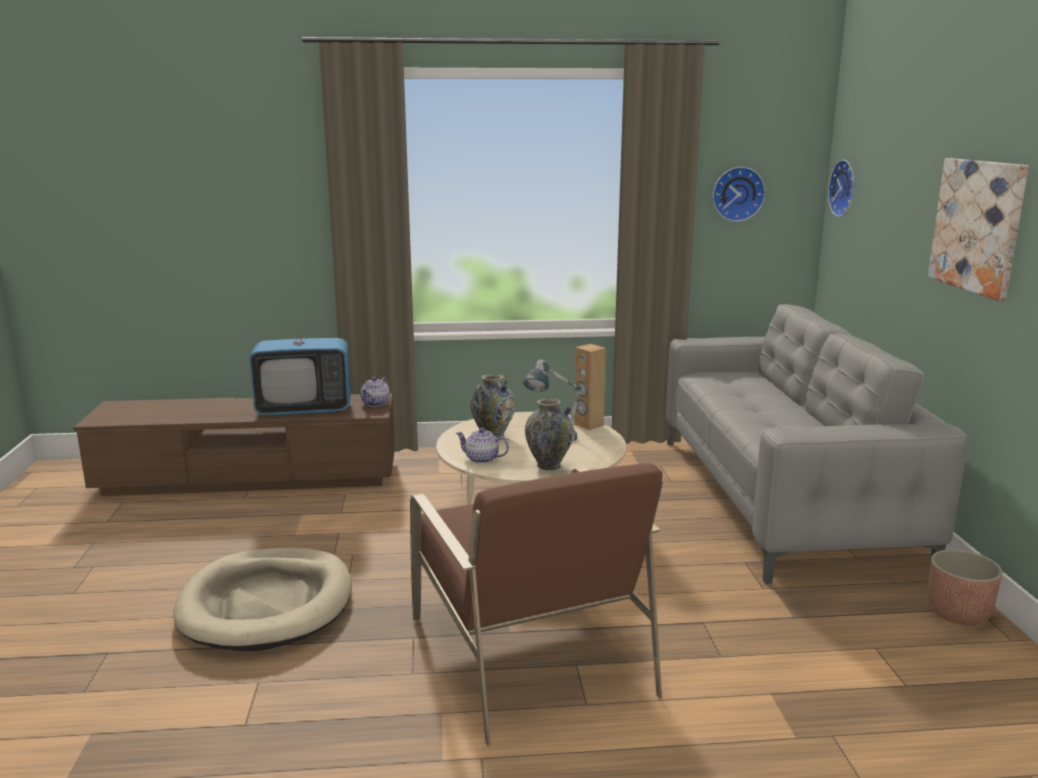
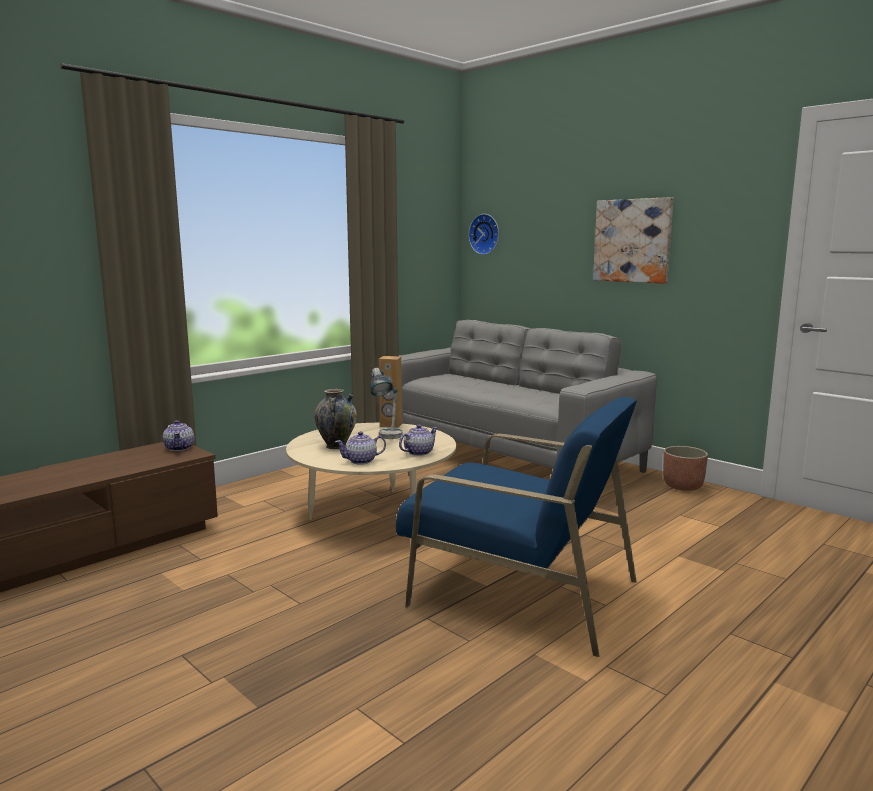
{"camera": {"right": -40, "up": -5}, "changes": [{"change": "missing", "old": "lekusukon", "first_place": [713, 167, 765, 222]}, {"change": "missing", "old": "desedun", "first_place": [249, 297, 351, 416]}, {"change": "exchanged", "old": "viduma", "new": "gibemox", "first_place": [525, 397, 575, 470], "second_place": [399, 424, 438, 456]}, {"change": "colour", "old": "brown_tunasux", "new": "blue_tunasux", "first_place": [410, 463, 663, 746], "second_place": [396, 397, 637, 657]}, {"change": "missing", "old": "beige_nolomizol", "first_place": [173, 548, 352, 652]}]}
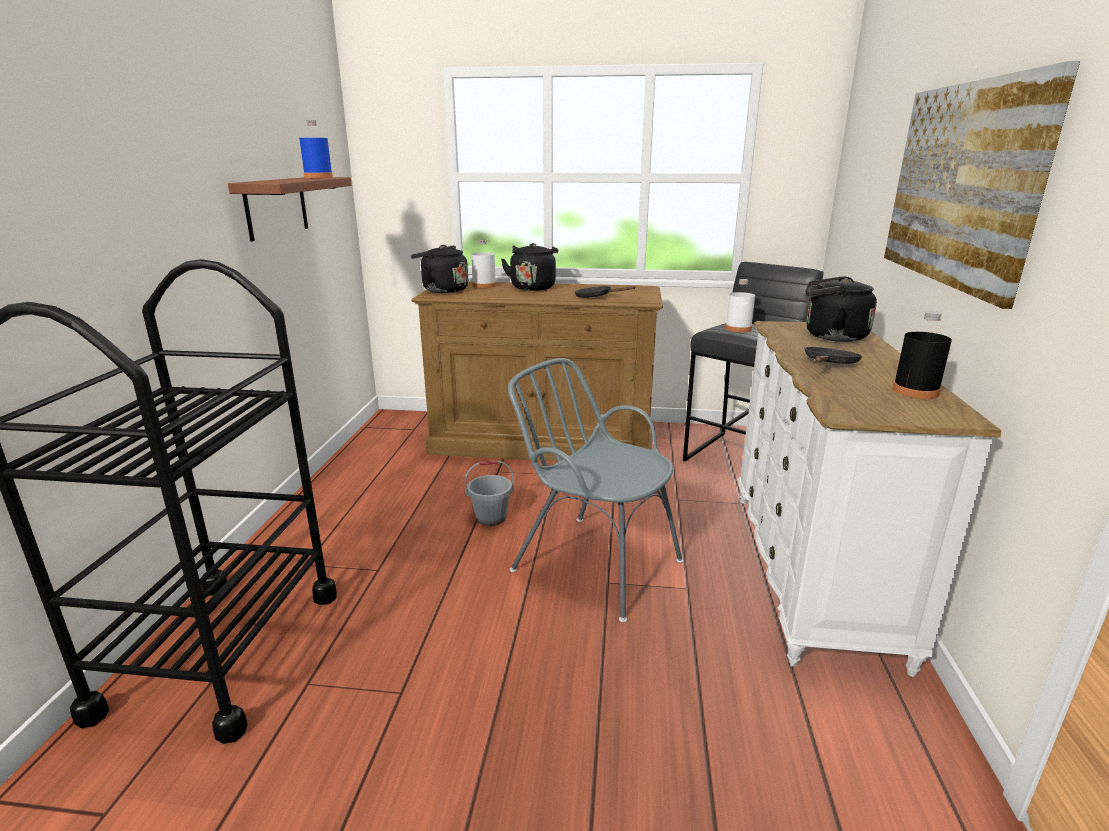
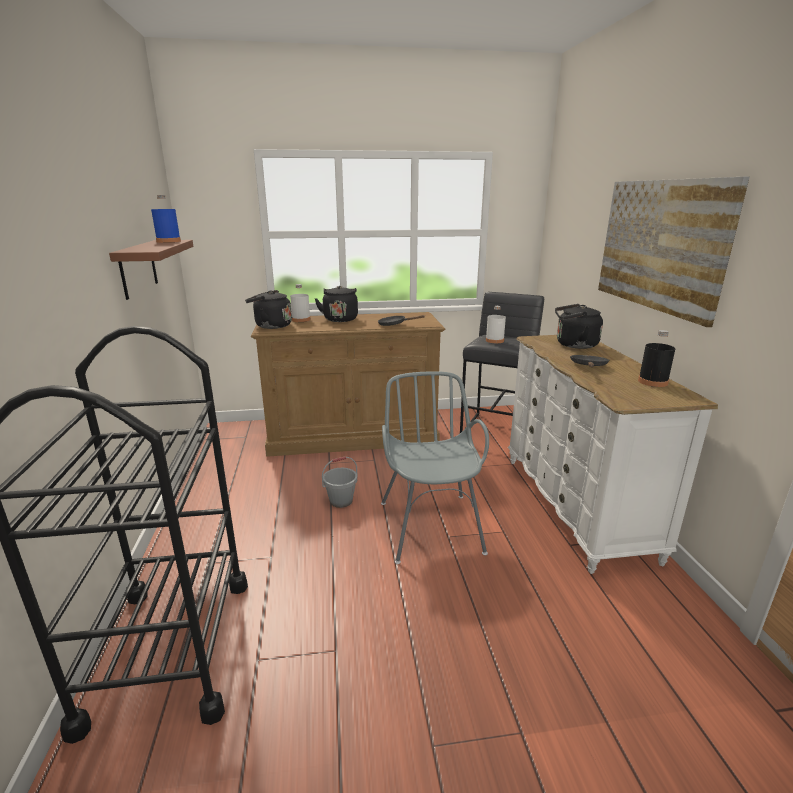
{"camera": {"right": -15, "up": 0}, "changes": [{"change": "spun", "old": "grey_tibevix", "first_place": [508, 358, 683, 622], "second_place": [381, 371, 489, 564], "degrees": 60}]}
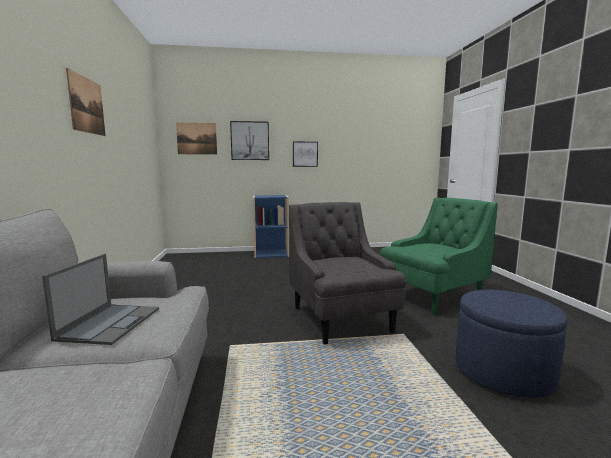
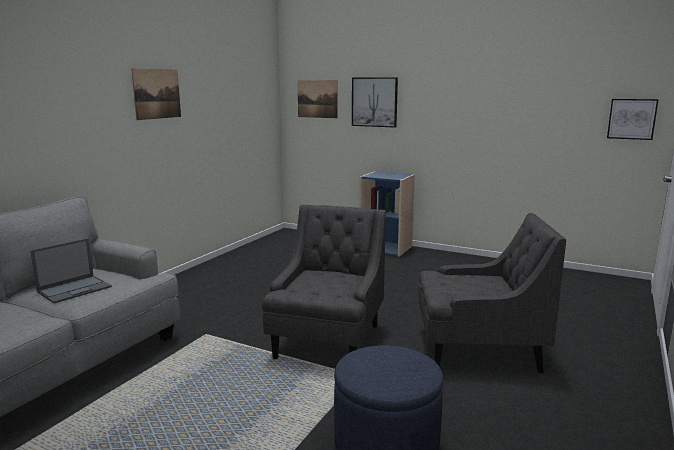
{"camera": {"right": 35, "up": 5}, "changes": [{"change": "relocated", "old": "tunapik", "first_place": [293, 142, 318, 167], "second_place": [607, 99, 659, 140]}, {"change": "colour", "old": "green_tunasux", "new": "grey_tunasux", "first_place": [380, 197, 498, 315], "second_place": [419, 213, 566, 373]}]}
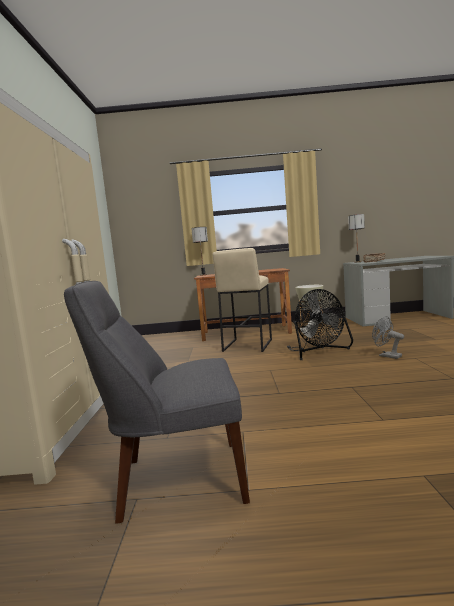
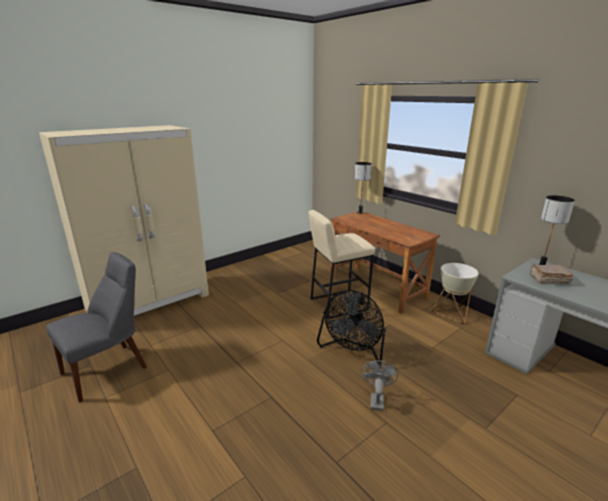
{"camera": {"right": 50, "up": 15}, "changes": [{"change": "spun", "old": "grey_tibevix", "first_place": [64, 281, 250, 524], "second_place": [46, 252, 147, 403], "degrees": 90}]}
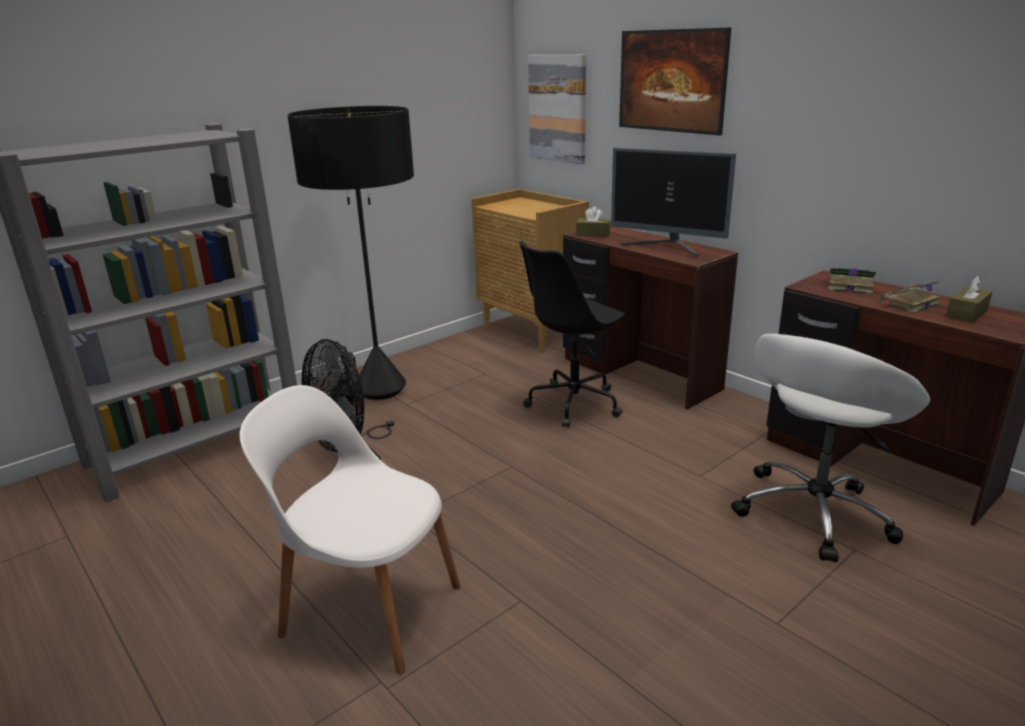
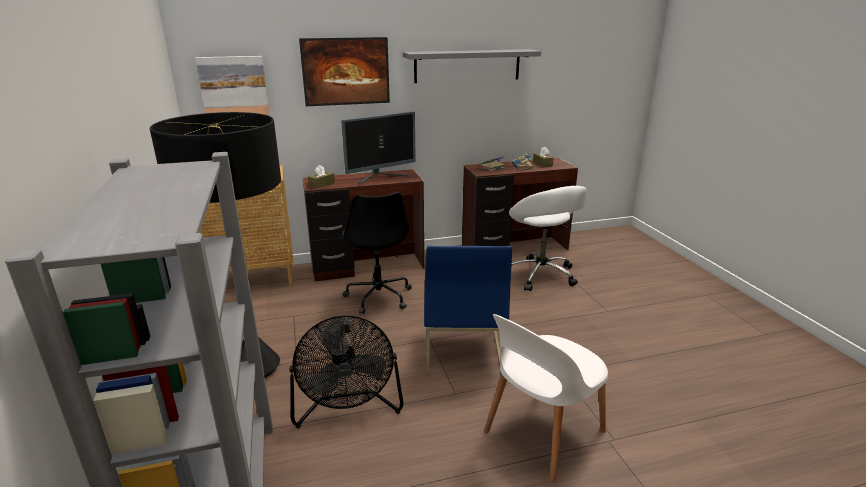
{"camera": {"right": -65, "up": 0}, "changes": [{"change": "appeared", "new": "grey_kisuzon", "second_place": [403, 49, 541, 83]}, {"change": "appeared", "new": "blue_tibevix", "second_place": [424, 246, 512, 376]}]}
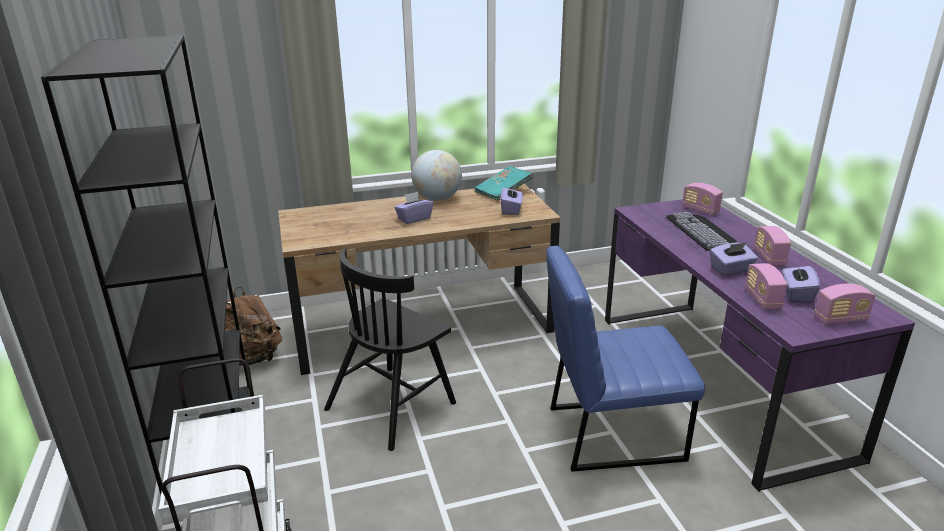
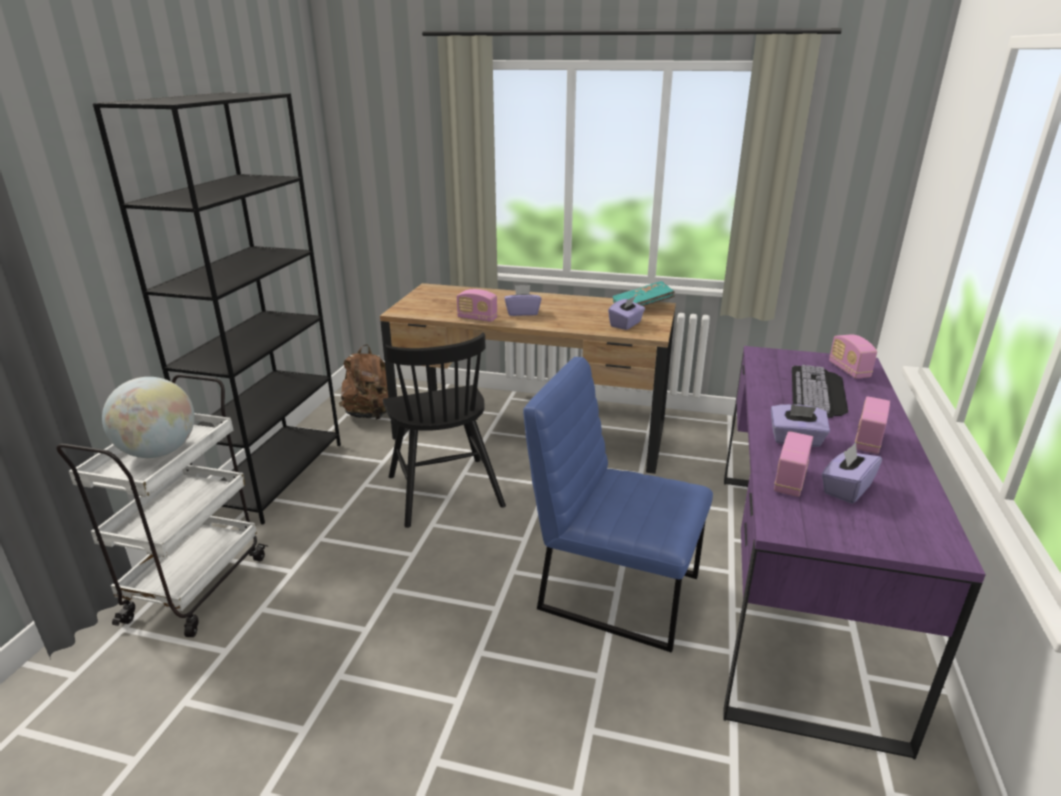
{"camera": {"right": 30, "up": 0}, "changes": [{"change": "relocated", "old": "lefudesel", "first_place": [411, 150, 462, 201], "second_place": [102, 377, 195, 458]}, {"change": "spun", "old": "black_tibevix", "first_place": [324, 249, 456, 451], "second_place": [383, 332, 506, 528], "degrees": -90}, {"change": "relocated", "old": "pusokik", "first_place": [814, 284, 875, 325], "second_place": [457, 289, 498, 322]}]}
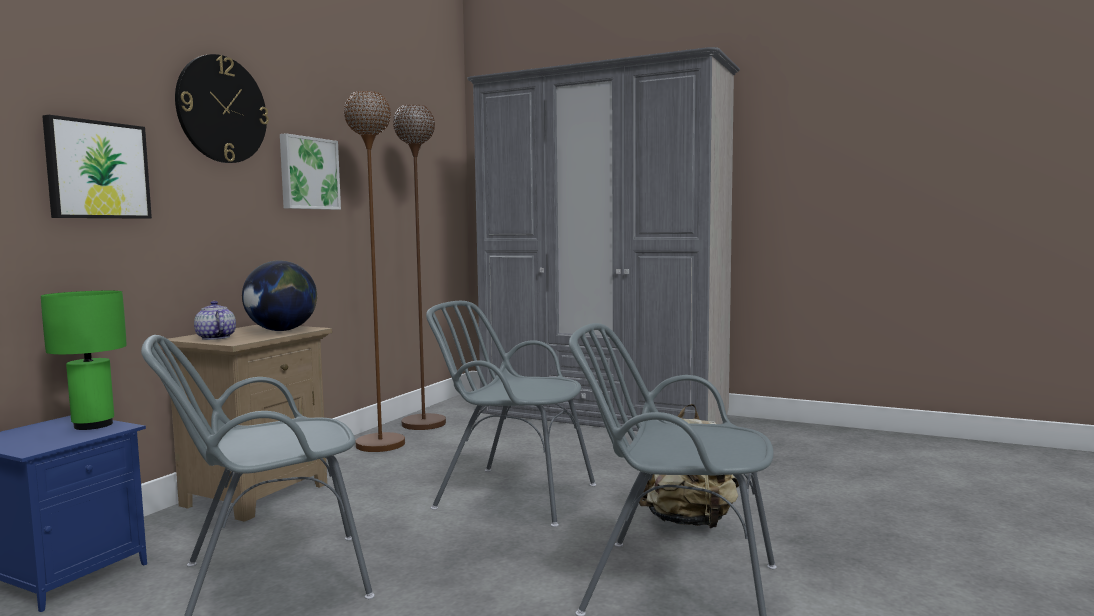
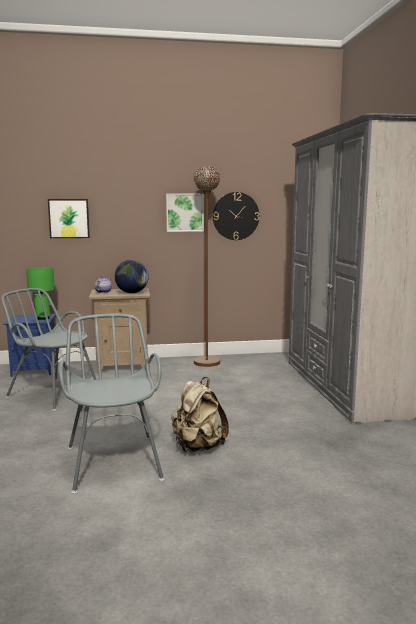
{"camera": {"right": 55, "up": 5}, "changes": [{"change": "relocated", "old": "lekusukon", "first_place": [175, 54, 269, 163], "second_place": [213, 192, 259, 240]}, {"change": "missing", "old": "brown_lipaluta", "first_place": [393, 104, 446, 430]}, {"change": "missing", "old": "grey_tibevix", "first_place": [426, 301, 596, 527]}]}
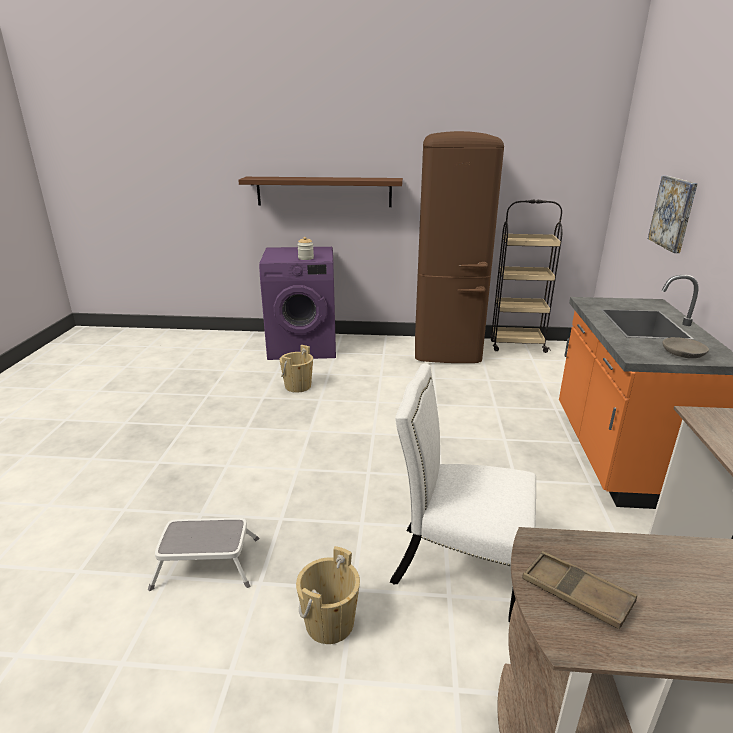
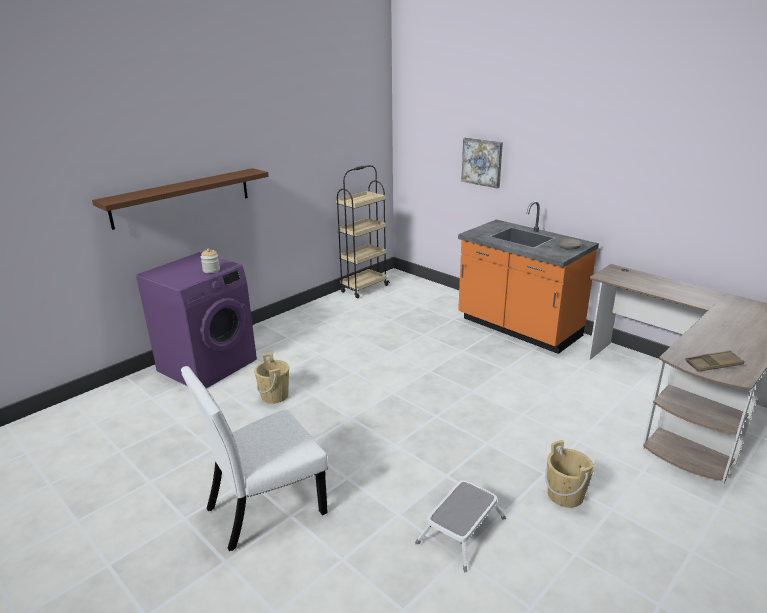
{"camera": {"right": -50, "up": 0}, "changes": [{"change": "missing", "old": "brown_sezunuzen", "first_place": [415, 131, 504, 363]}, {"change": "relocated", "old": "white_tibevix", "first_place": [390, 363, 536, 622], "second_place": [181, 366, 328, 551]}]}
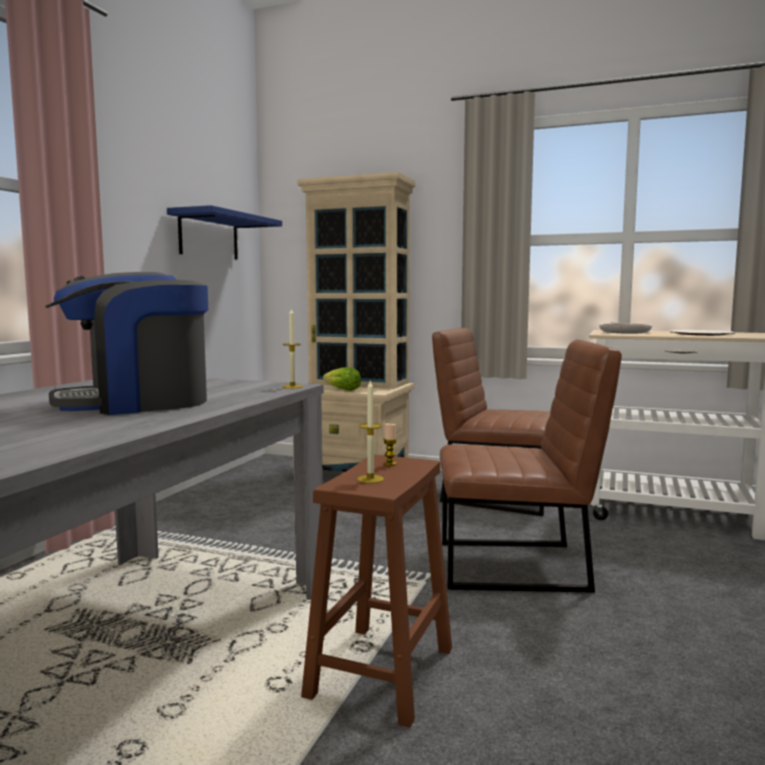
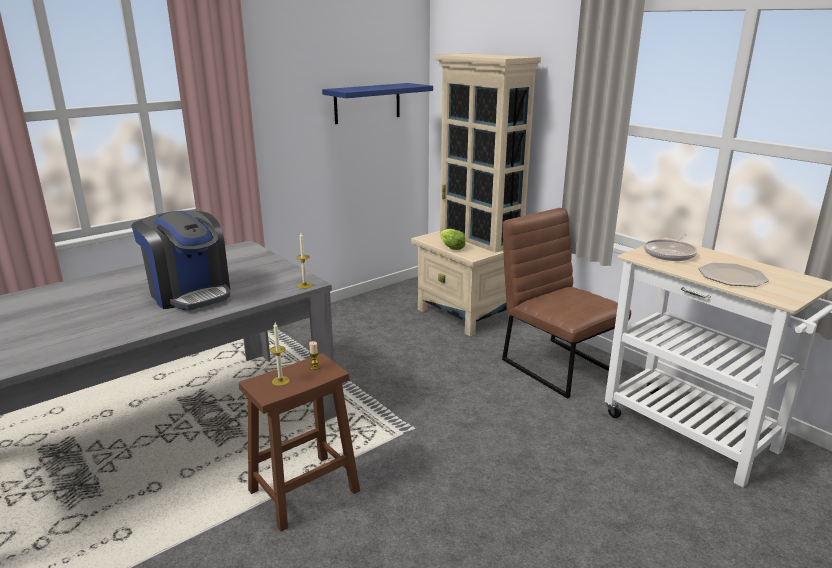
{"camera": {"right": 30, "up": 15}, "changes": [{"change": "spun", "old": "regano", "first_place": [45, 272, 208, 415], "second_place": [131, 210, 230, 311], "degrees": -135}, {"change": "missing", "old": "brown_tibevix", "first_place": [440, 339, 622, 593]}]}
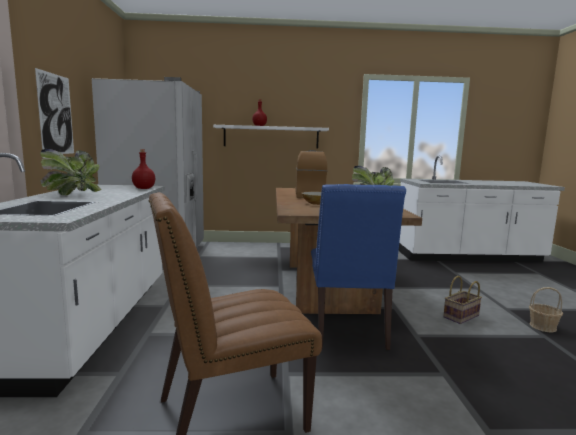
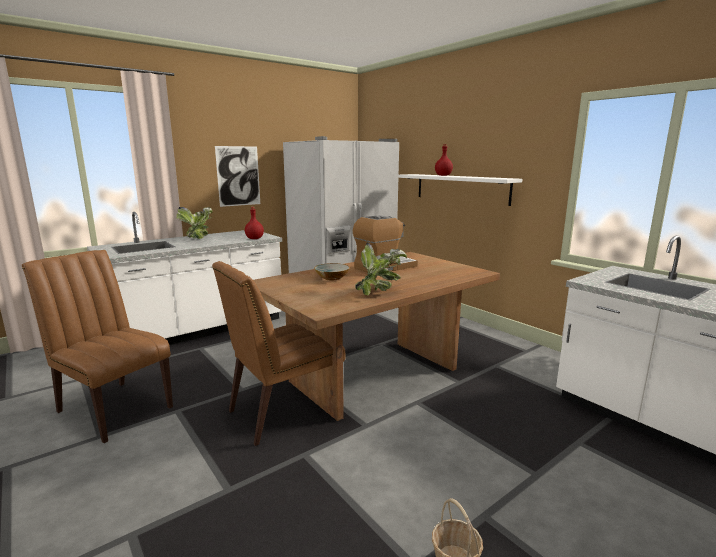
{"camera": {"right": 55, "up": 5}, "changes": [{"change": "colour", "old": "blue_tibevix", "new": "brown_tibevix", "first_place": [311, 184, 406, 350], "second_place": [212, 261, 346, 446]}, {"change": "missing", "old": "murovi", "first_place": [443, 276, 482, 324]}]}
